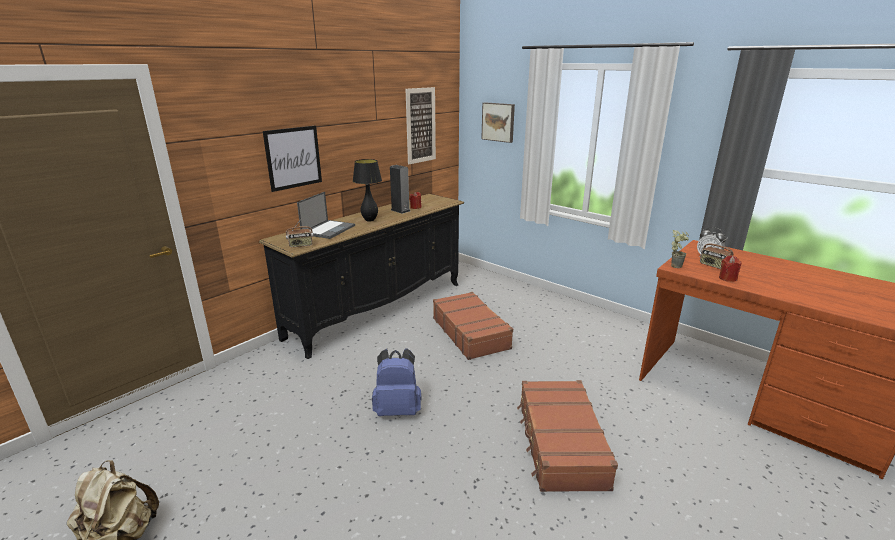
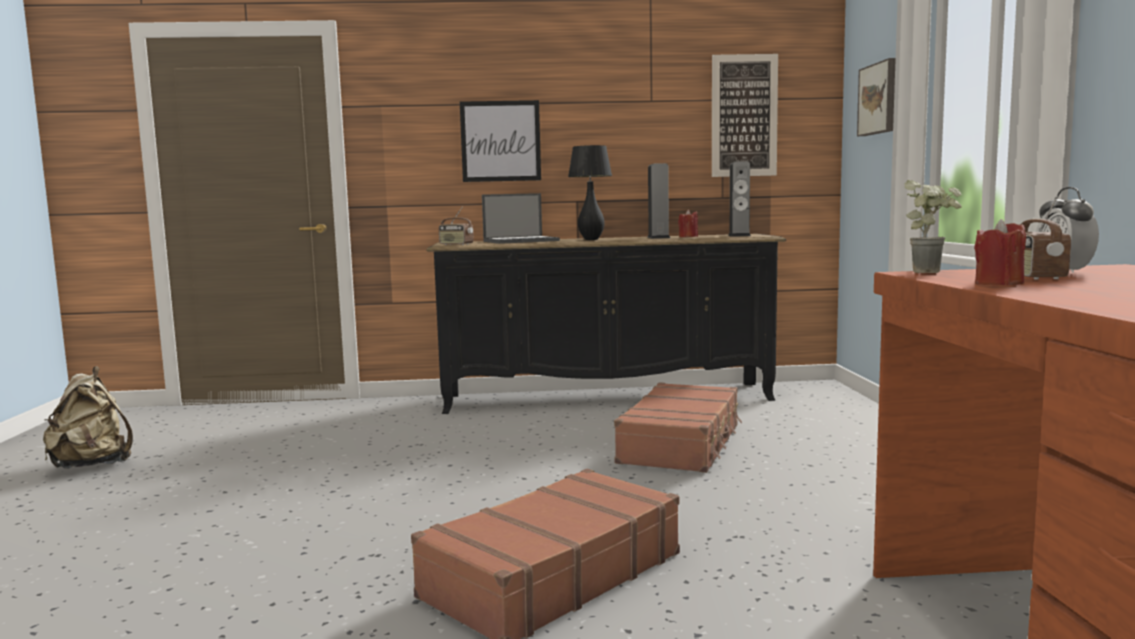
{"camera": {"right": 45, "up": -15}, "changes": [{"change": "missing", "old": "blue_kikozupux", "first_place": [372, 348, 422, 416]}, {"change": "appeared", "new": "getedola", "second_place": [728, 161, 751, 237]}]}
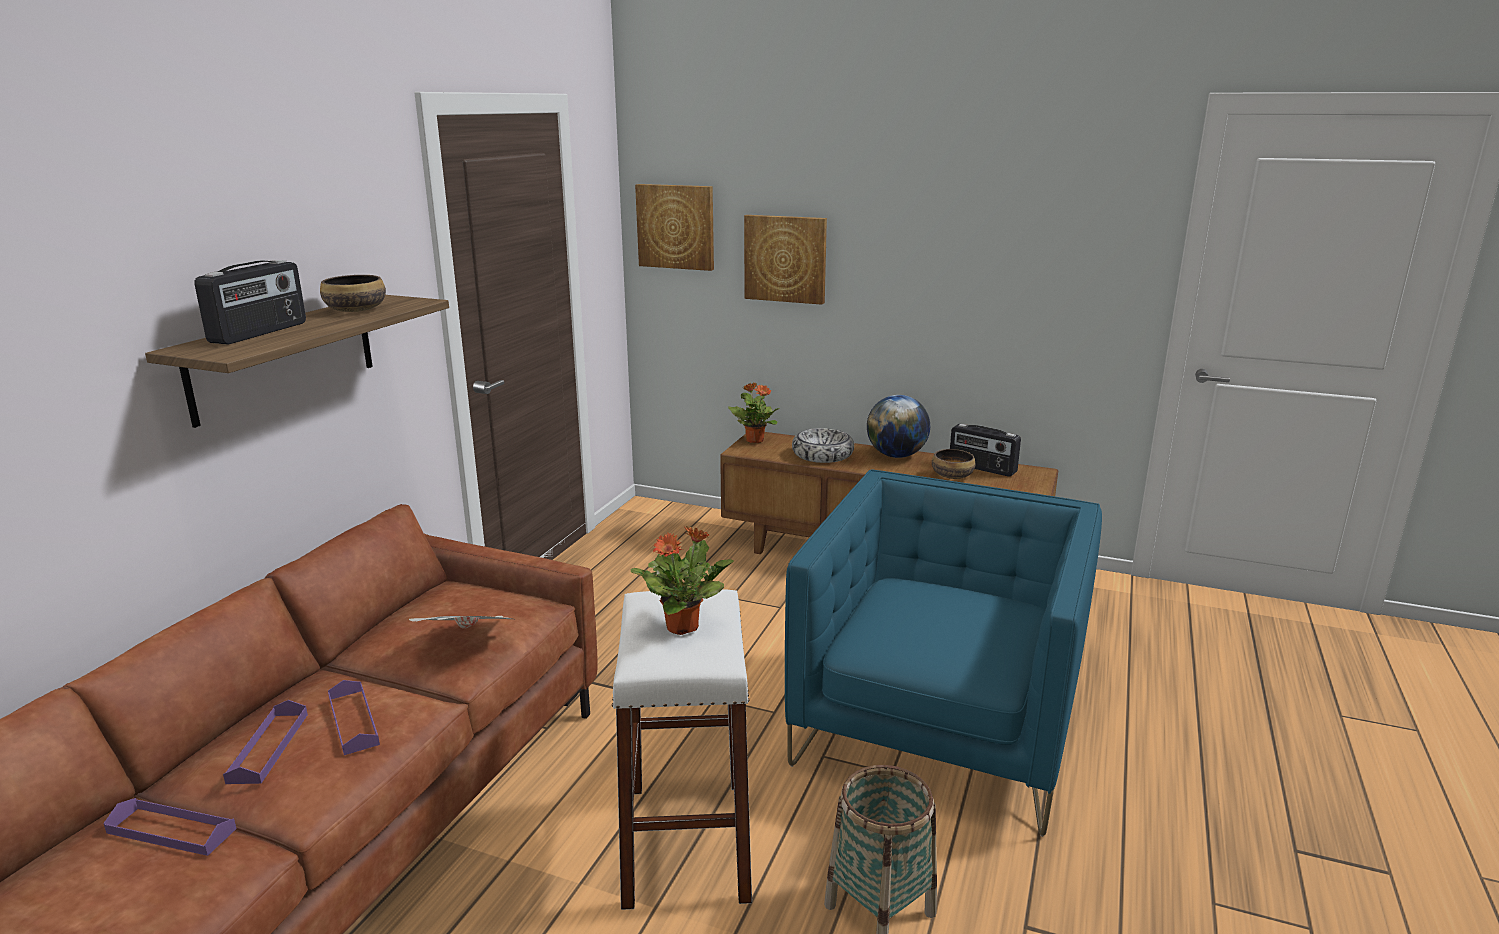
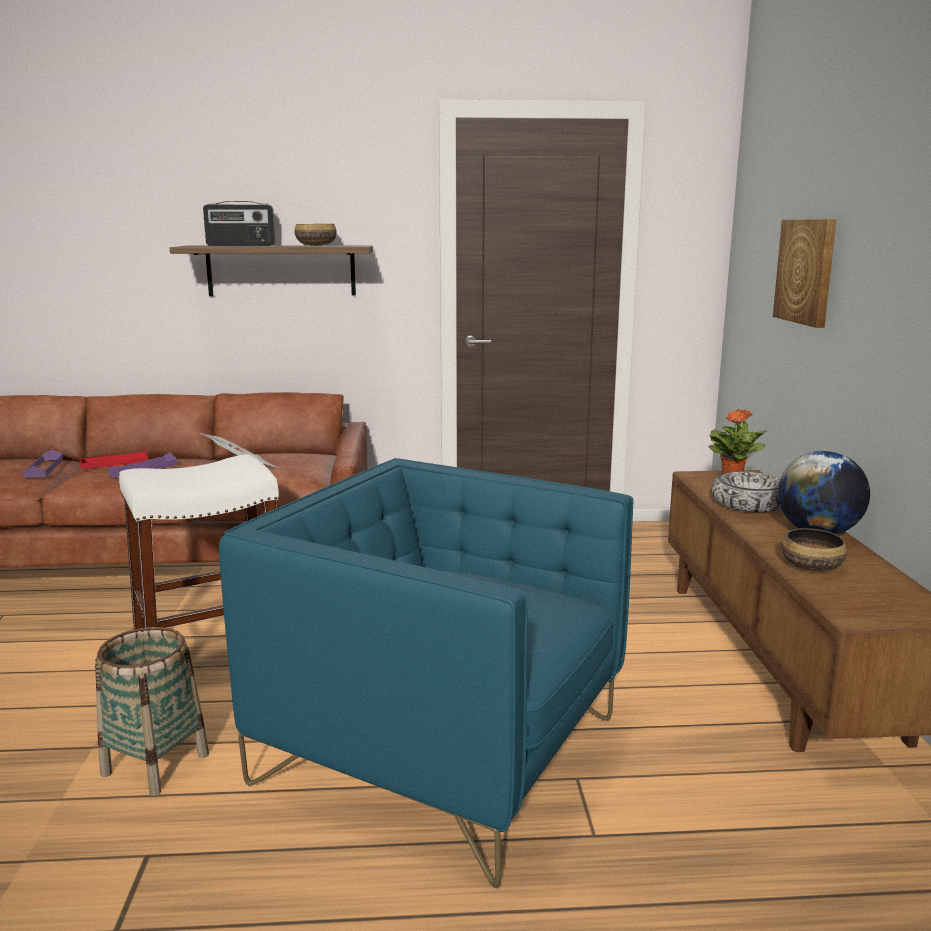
{"camera": {"right": 65, "up": -5}, "changes": [{"change": "missing", "old": "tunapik", "first_place": [635, 184, 714, 271]}, {"change": "missing", "old": "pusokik", "first_place": [950, 424, 1021, 477]}, {"change": "spun", "old": "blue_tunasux", "first_place": [785, 469, 1102, 837], "second_place": [219, 458, 633, 889], "degrees": -150}, {"change": "missing", "old": "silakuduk", "first_place": [631, 526, 734, 635]}, {"change": "colour", "old": "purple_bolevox", "new": "red_bolevox", "first_place": [223, 700, 308, 784], "second_place": [79, 449, 148, 470]}]}
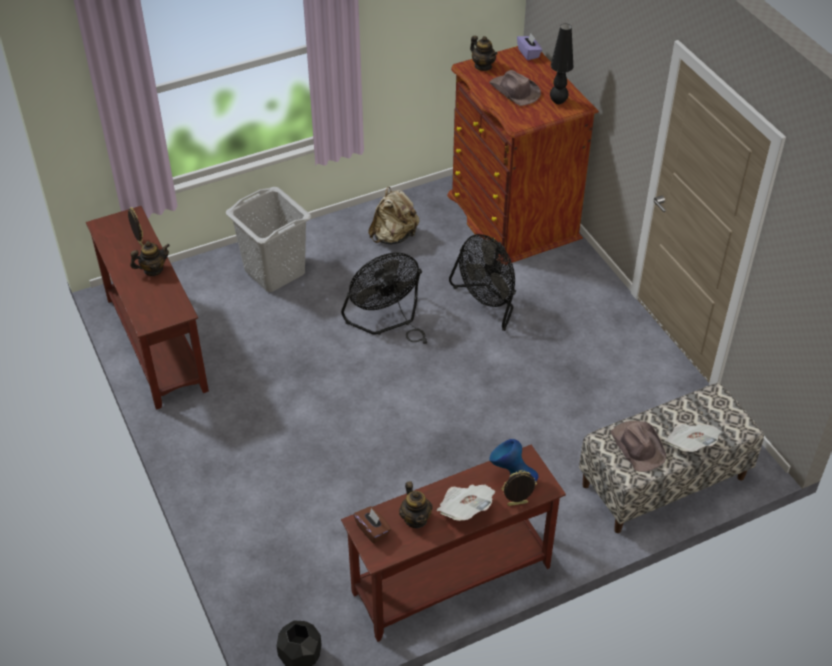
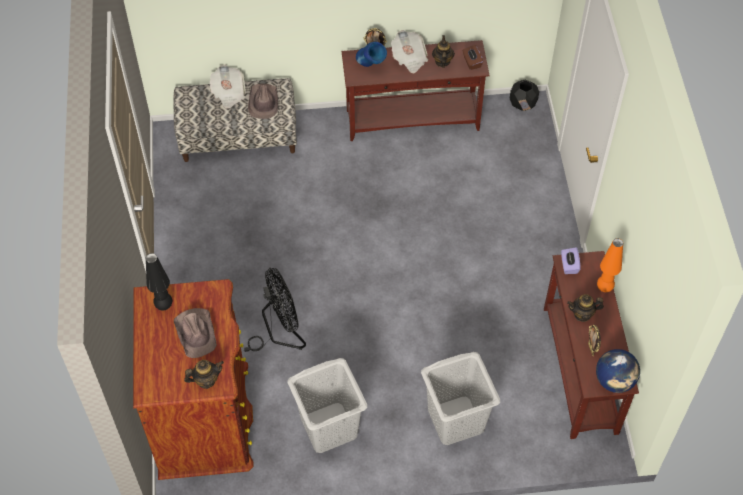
{"camera": {"right": -160, "up": 10}, "changes": [{"change": "relocated", "old": "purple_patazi", "first_place": [517, 33, 542, 60], "second_place": [561, 247, 580, 274]}, {"change": "spun", "old": "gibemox", "first_place": [470, 36, 497, 71], "second_place": [184, 360, 224, 389], "degrees": 90}, {"change": "exchanged", "old": "beige_kikozupux", "new": "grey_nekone", "first_place": [368, 187, 419, 244], "second_place": [288, 358, 367, 453]}, {"change": "missing", "old": "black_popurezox", "first_place": [341, 253, 427, 344]}, {"change": "appeared", "new": "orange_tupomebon", "second_place": [597, 238, 623, 292]}, {"change": "appeared", "new": "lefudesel", "second_place": [596, 349, 640, 393]}]}
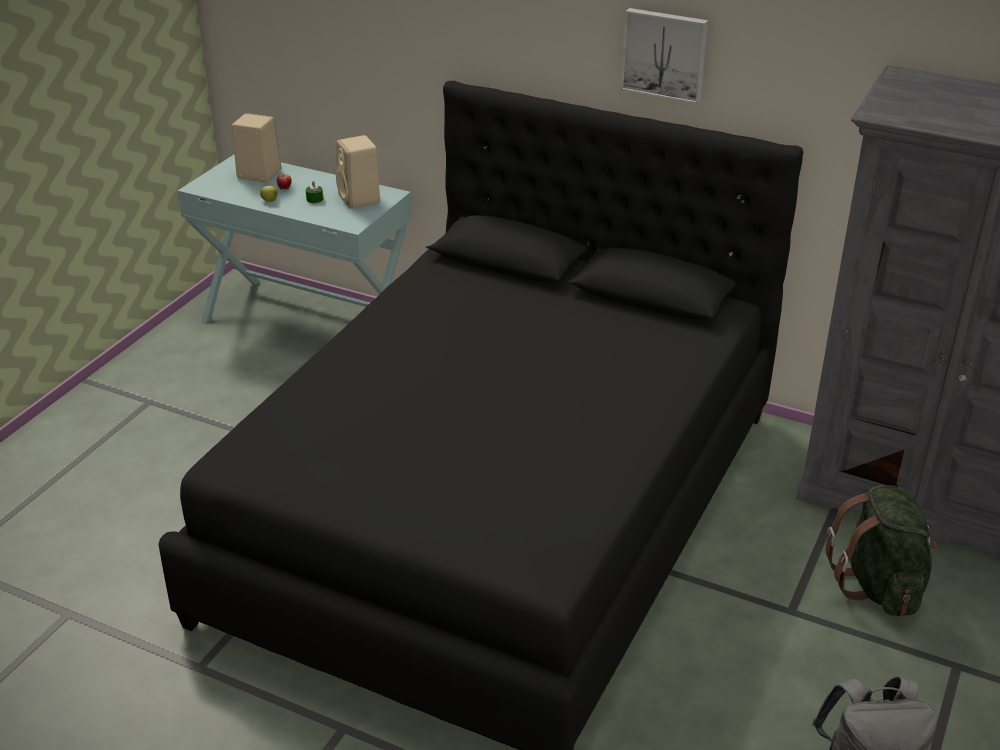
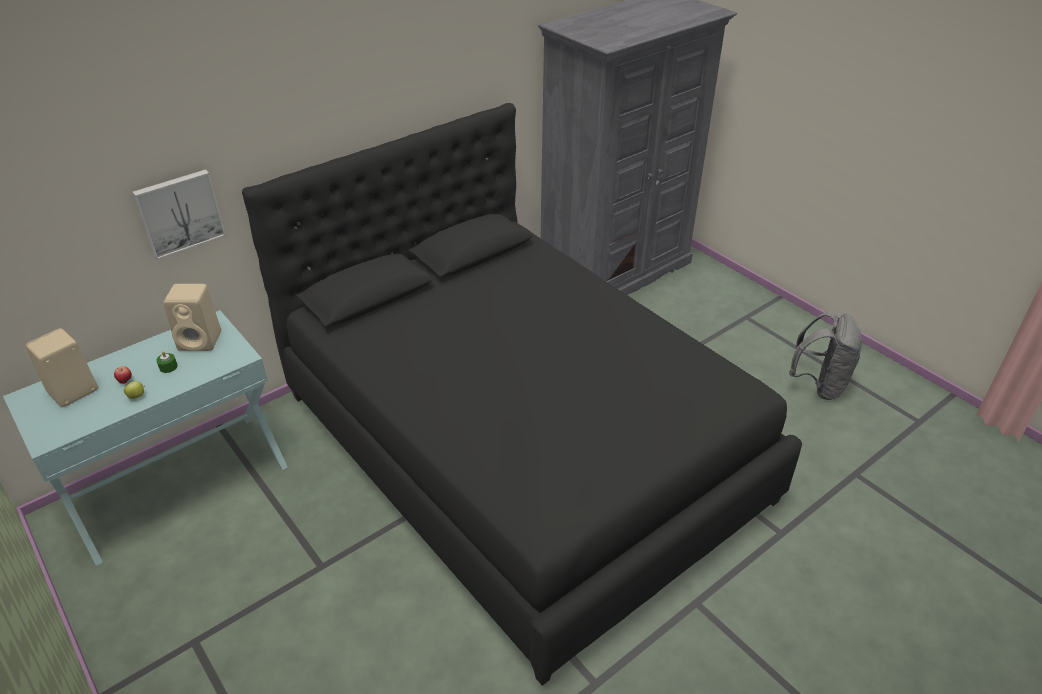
{"camera": {"right": -65, "up": 5}, "changes": [{"change": "relocated", "old": "tunapik", "first_place": [621, 8, 708, 104], "second_place": [132, 169, 226, 260]}, {"change": "missing", "old": "green_kikozupux", "first_place": [825, 485, 937, 617]}]}
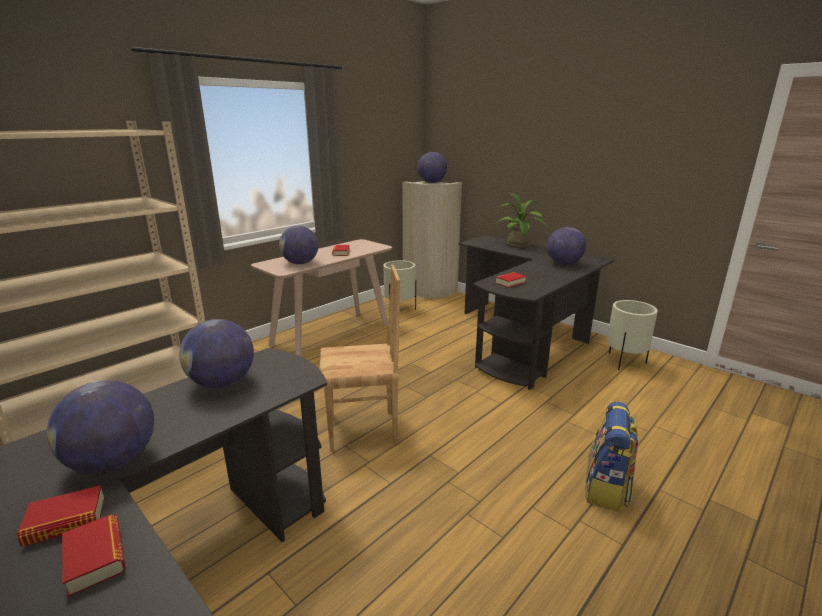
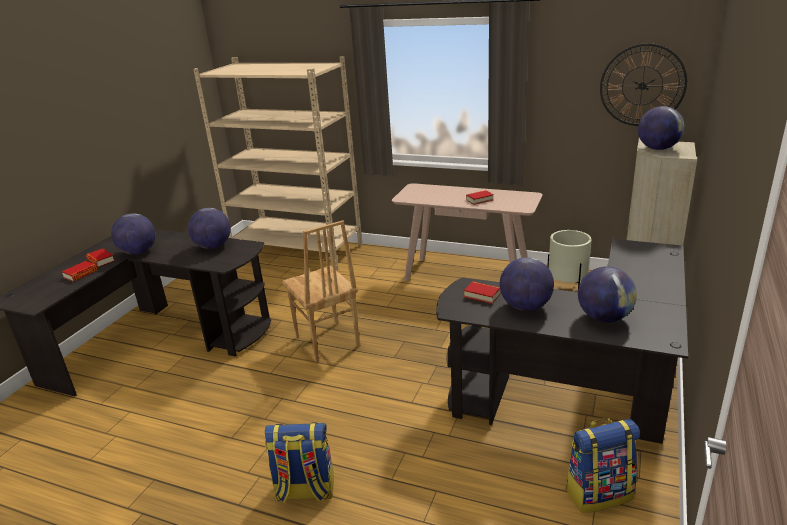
{"camera": {"right": 70, "up": 5}, "changes": [{"change": "missing", "old": "silakuduk", "first_place": [495, 192, 548, 248]}, {"change": "relocated", "old": "lefudesel", "first_place": [279, 226, 318, 264], "second_place": [500, 258, 554, 311]}, {"change": "exchanged", "old": "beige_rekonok", "new": "kikozupux", "first_place": [607, 300, 658, 370], "second_place": [566, 418, 640, 513]}, {"change": "appeared", "new": "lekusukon", "second_place": [600, 43, 687, 126]}]}
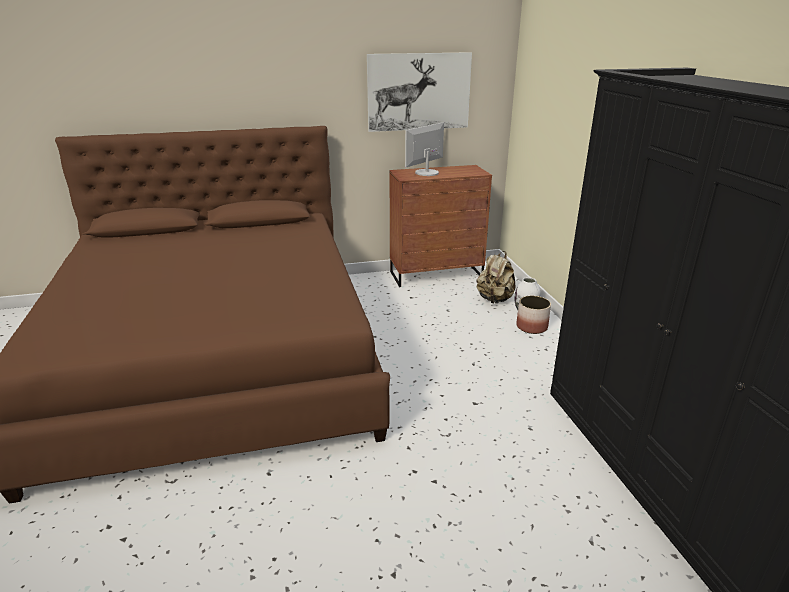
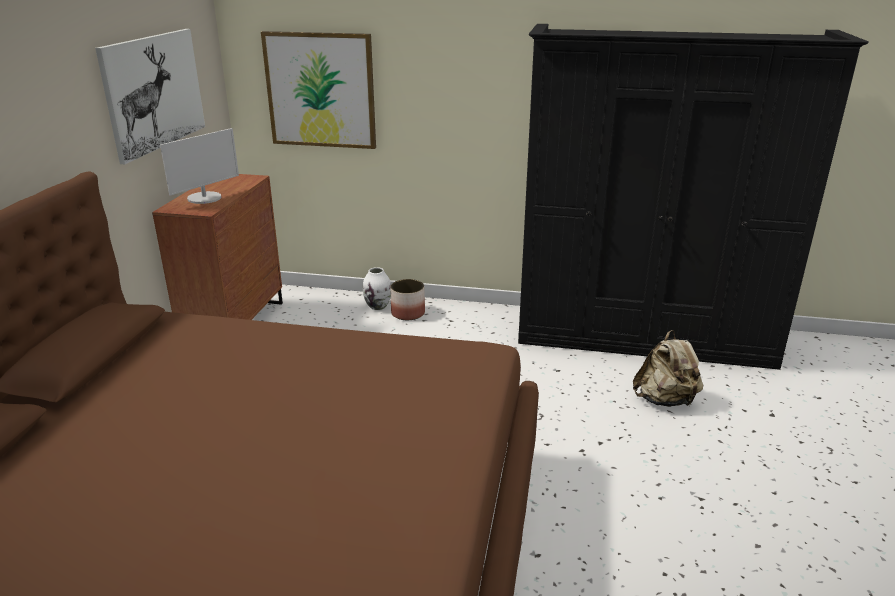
{"camera": {"right": -65, "up": 0}, "changes": [{"change": "spun", "old": "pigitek", "first_place": [405, 122, 444, 176], "second_place": [160, 128, 239, 204], "degrees": -120}, {"change": "relocated", "old": "beige_kikozupux", "first_place": [477, 251, 515, 303], "second_place": [633, 330, 703, 407]}, {"change": "appeared", "new": "tunapik", "second_place": [261, 31, 376, 149]}]}
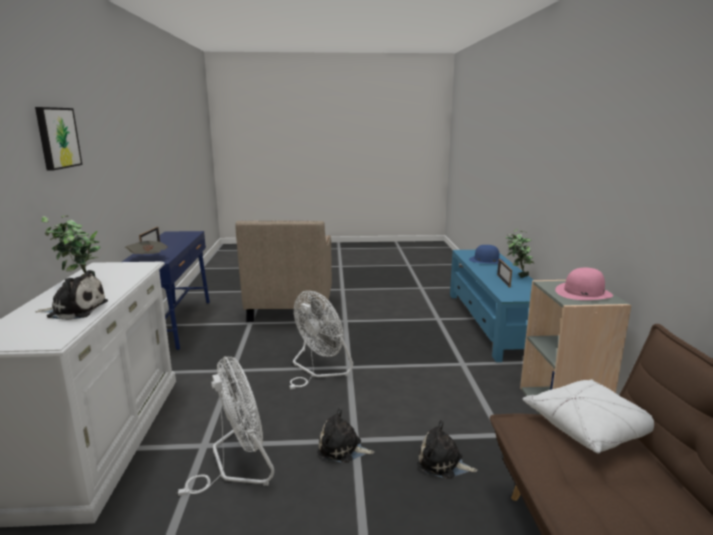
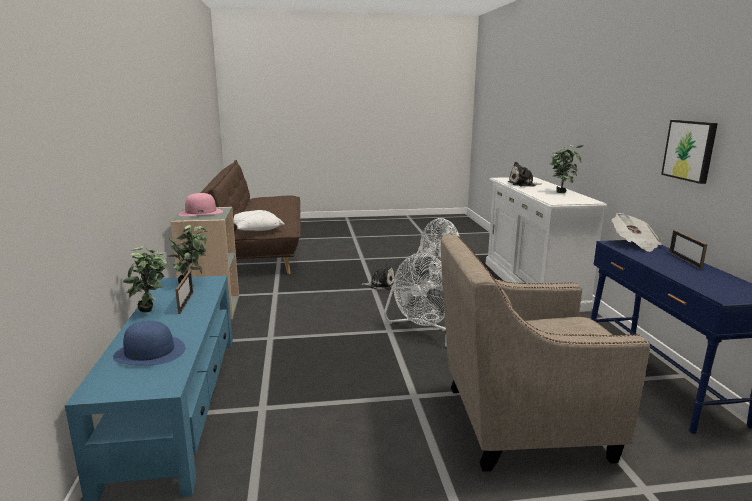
{"camera": {"right": 175, "up": 0}, "changes": [{"change": "relocated", "old": "tunapik", "first_place": [35, 107, 83, 170], "second_place": [661, 120, 718, 184]}, {"change": "spun", "old": "beige_tunasux", "first_place": [235, 221, 332, 322], "second_place": [441, 234, 650, 471], "degrees": -90}, {"change": "missing", "old": "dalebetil", "first_place": [417, 420, 478, 479]}, {"change": "appeared", "new": "silakuduk", "second_place": [168, 225, 208, 284]}]}
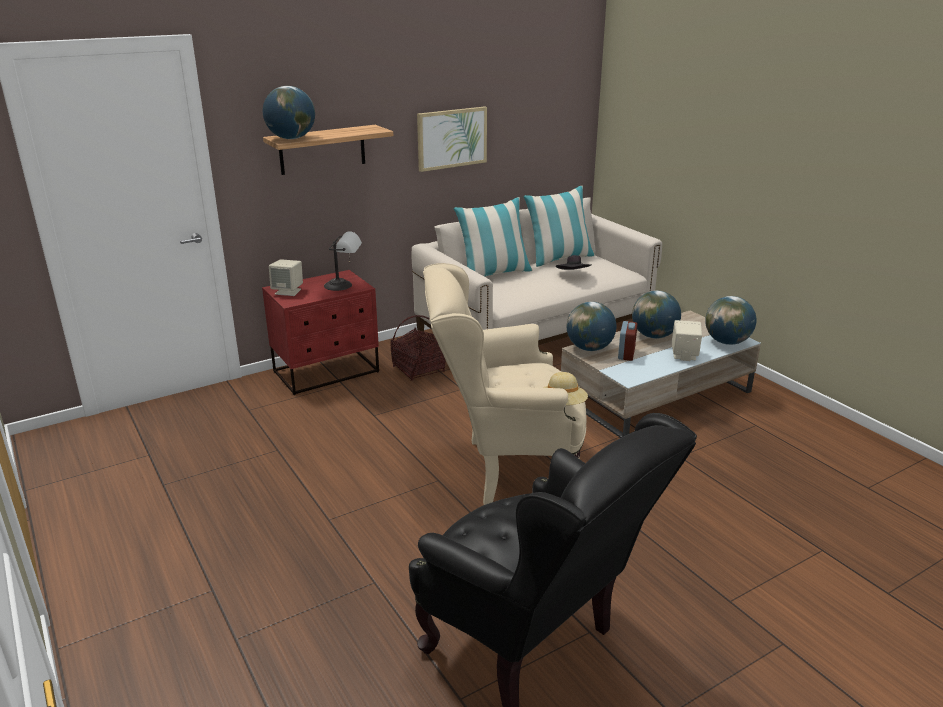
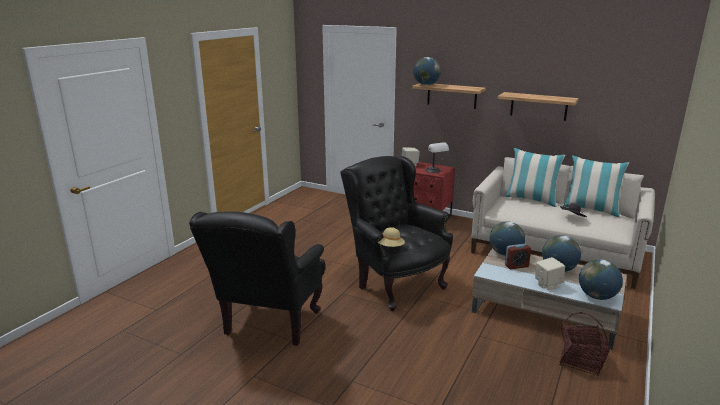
{"camera": {"right": 60, "up": -5}, "changes": [{"change": "exchanged", "old": "tunapik", "new": "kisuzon", "first_place": [417, 106, 487, 172], "second_place": [498, 92, 579, 121]}, {"change": "colour", "old": "beige_tunasux", "new": "black_tunasux", "first_place": [423, 263, 586, 505], "second_place": [340, 156, 453, 311]}, {"change": "relocated", "old": "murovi", "first_place": [391, 315, 445, 381], "second_place": [559, 312, 611, 377]}]}
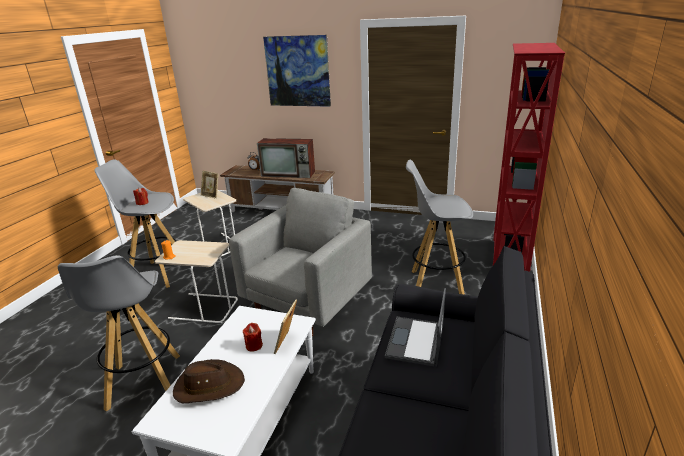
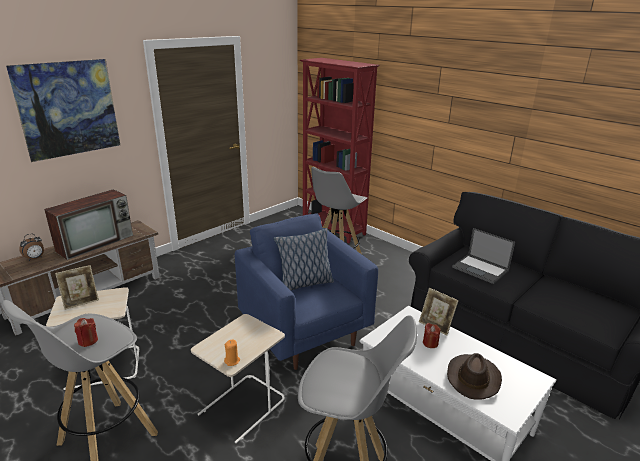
{"camera": {"right": -65, "up": 0}, "changes": [{"change": "colour", "old": "grey_tunasux", "new": "blue_tunasux", "first_place": [229, 188, 372, 337], "second_place": [235, 213, 378, 370]}, {"change": "appeared", "new": "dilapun", "second_place": [273, 228, 334, 291]}]}
